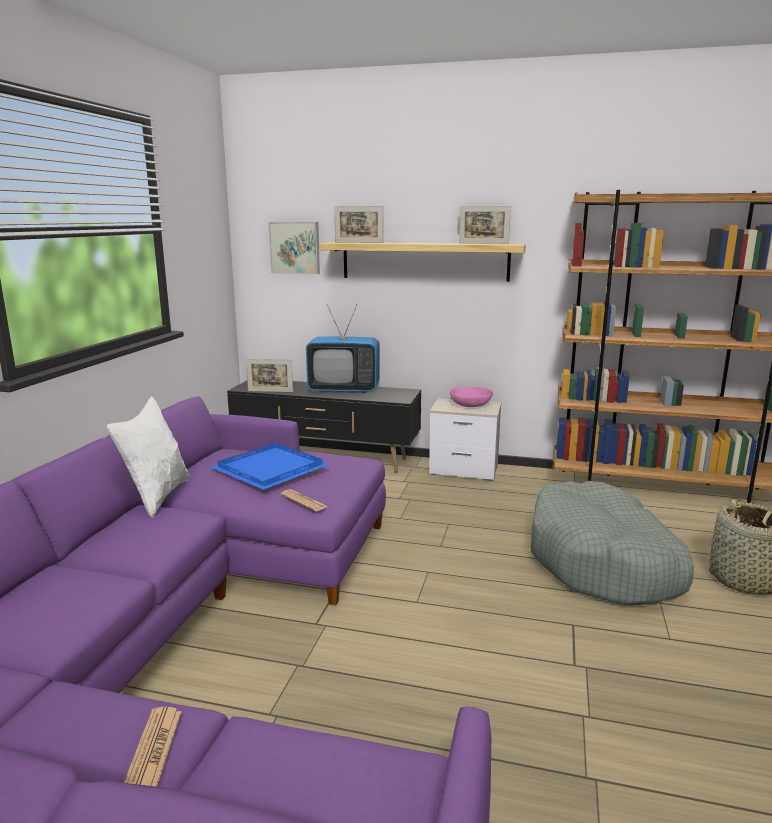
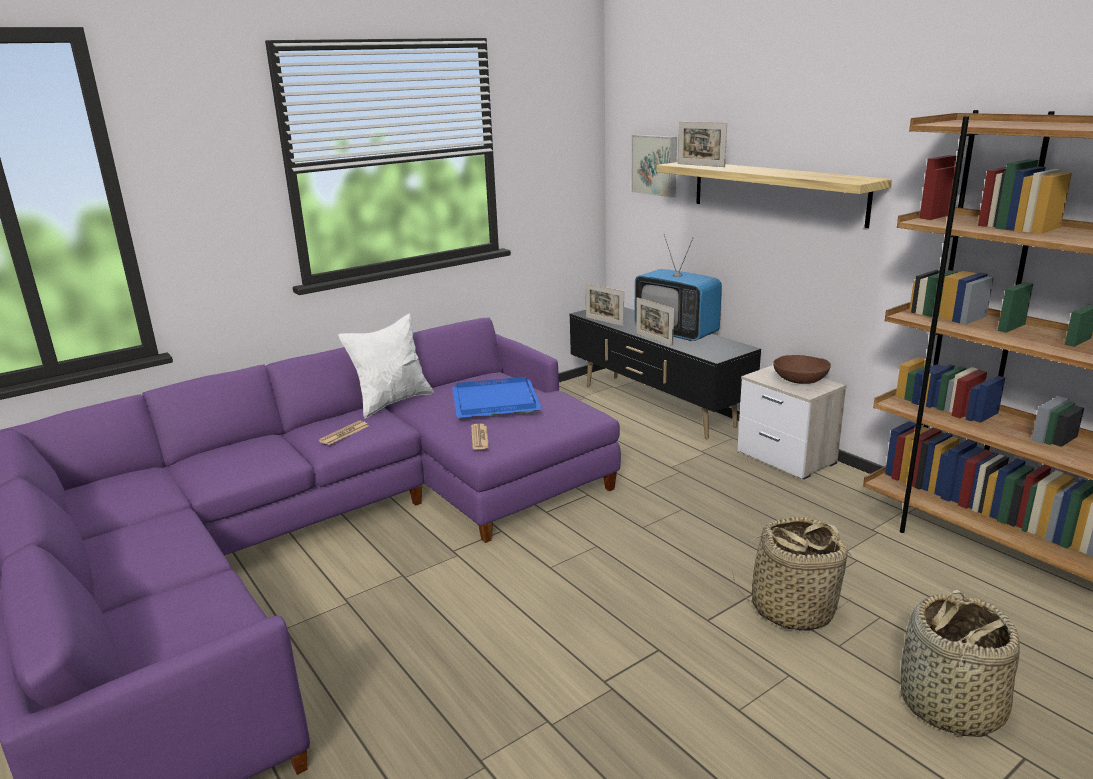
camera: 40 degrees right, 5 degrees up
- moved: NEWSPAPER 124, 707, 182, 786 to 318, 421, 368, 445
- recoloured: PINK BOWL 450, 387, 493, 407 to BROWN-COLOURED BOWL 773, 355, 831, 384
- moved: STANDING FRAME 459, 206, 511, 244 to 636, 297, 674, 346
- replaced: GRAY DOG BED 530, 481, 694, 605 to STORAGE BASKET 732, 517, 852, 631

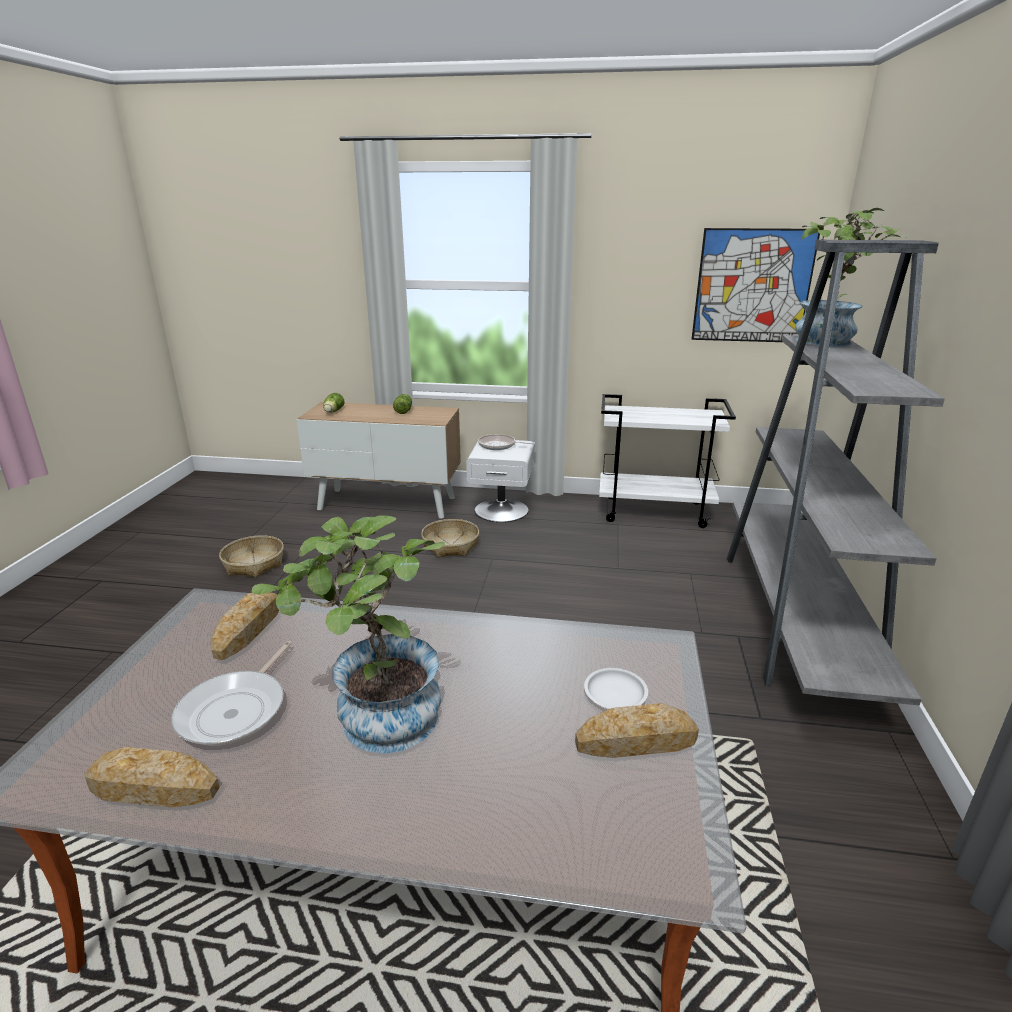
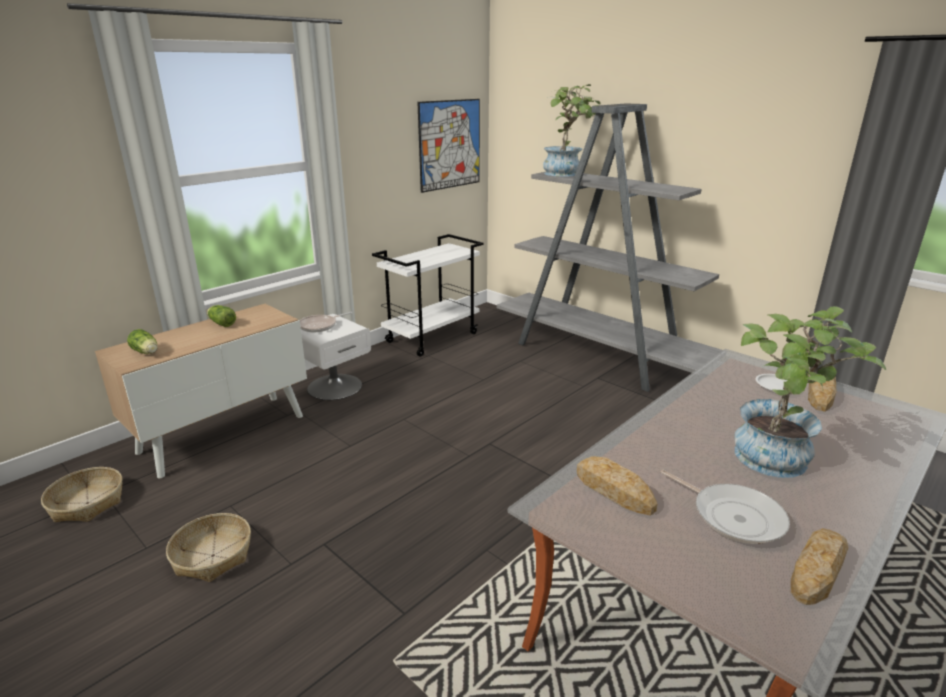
camera: 55 degrees left, 0 degrees up
- moved: STORAGE BASKET 421, 519, 479, 557 to 41, 467, 122, 522

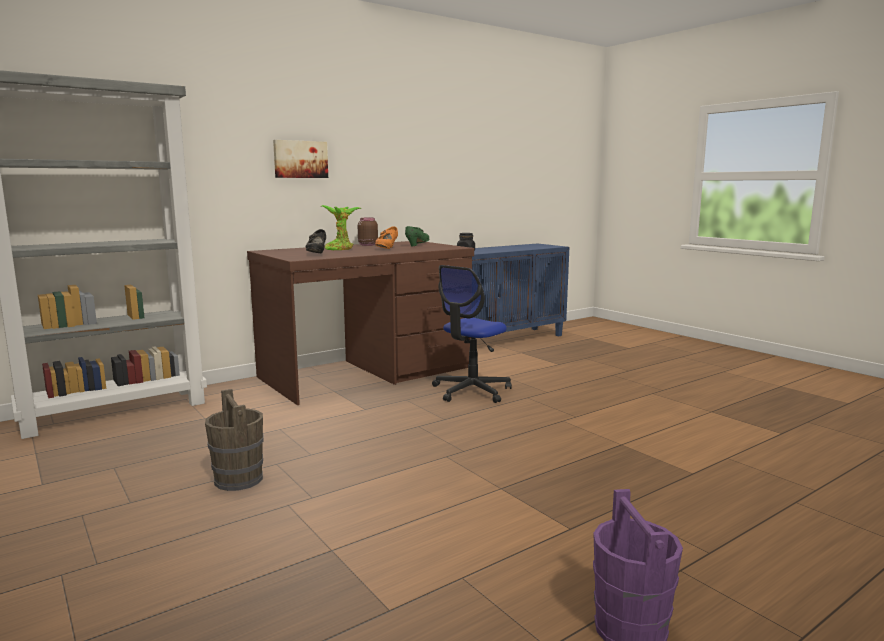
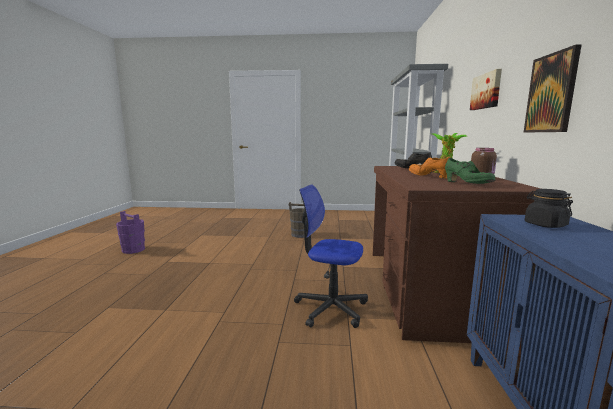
camera: 130 degrees right, 0 degrees up
- turned: OFFICE CHAIR 432, 265, 512, 403 = 294, 185, 368, 328 60 degrees counterclockwise
- added: PICTURE 524, 44, 582, 132

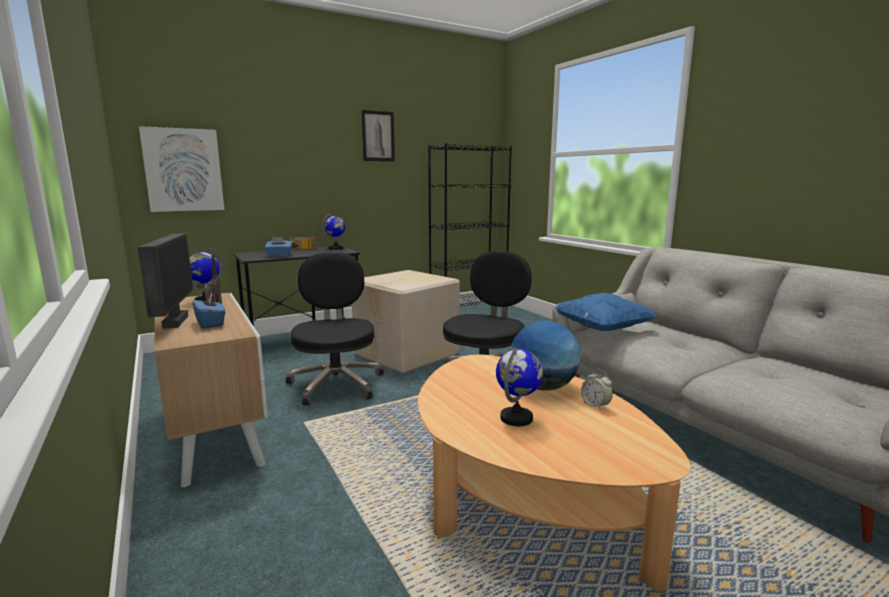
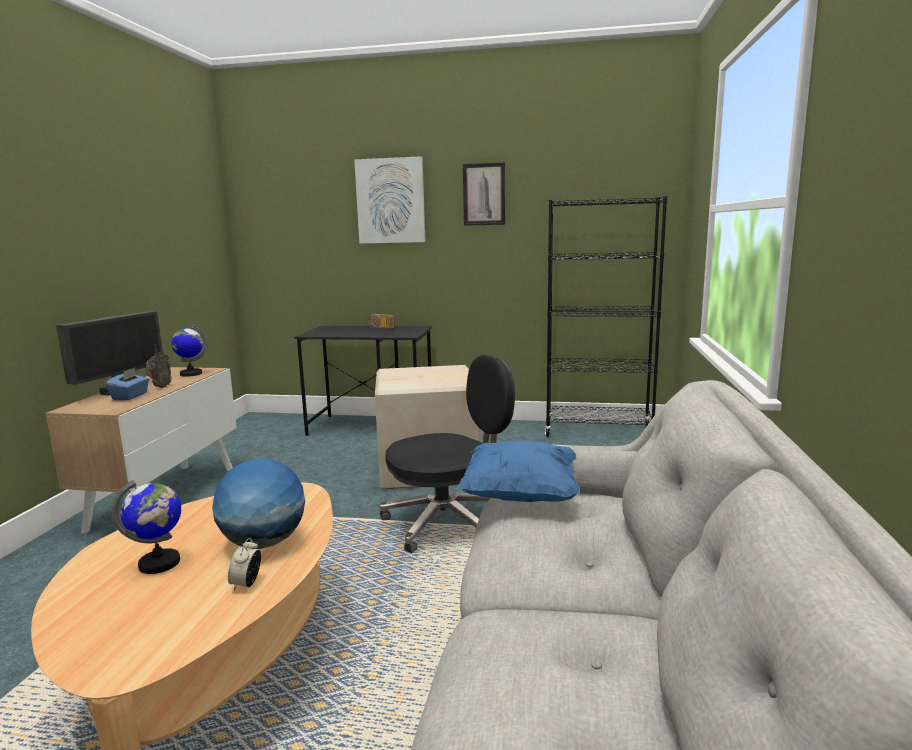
camera: 40 degrees right, 0 degrees up
- moved: PICTURE 139, 126, 224, 212 to 354, 156, 426, 244
- removed: BLUE BOX OF TISSUES 265, 237, 292, 257
- removed: BLACK-COLOURED OFFICE CHAIR 285, 252, 384, 405
- removed: DESK GLOBE 321, 214, 345, 250

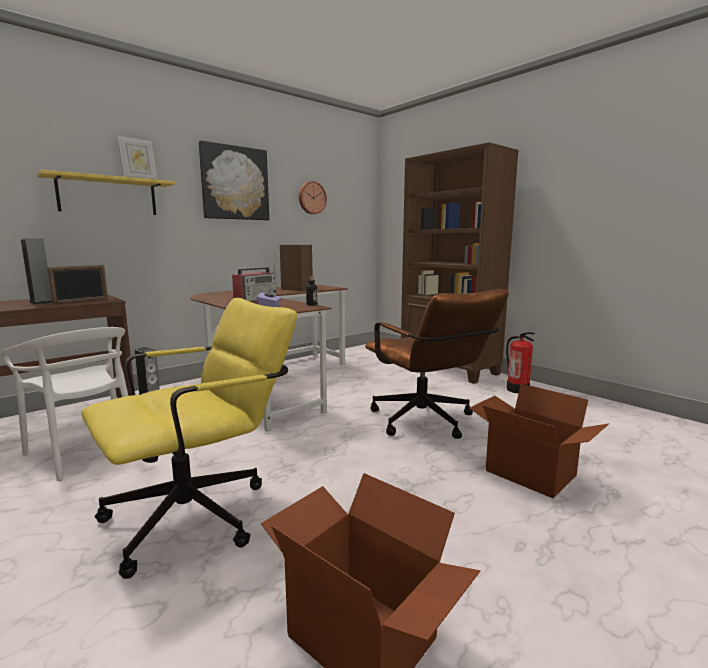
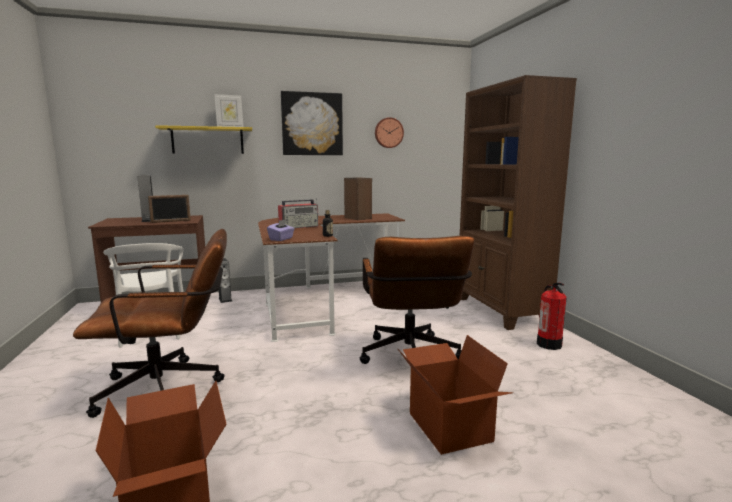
camera: 25 degrees right, 0 degrees up
- recoloured: YELLOW-COLOURED OFFICE CHAIR 81, 298, 297, 579 to BROWN-COLOURED OFFICE CHAIR 73, 229, 227, 418

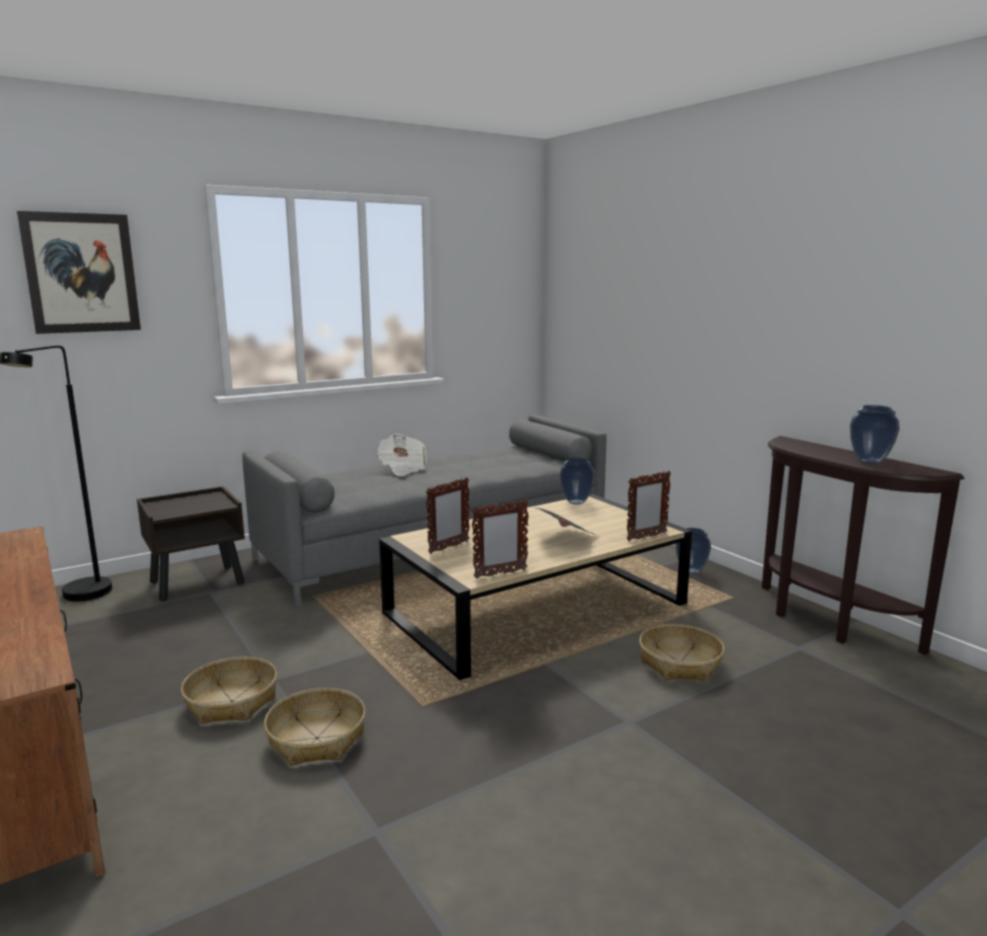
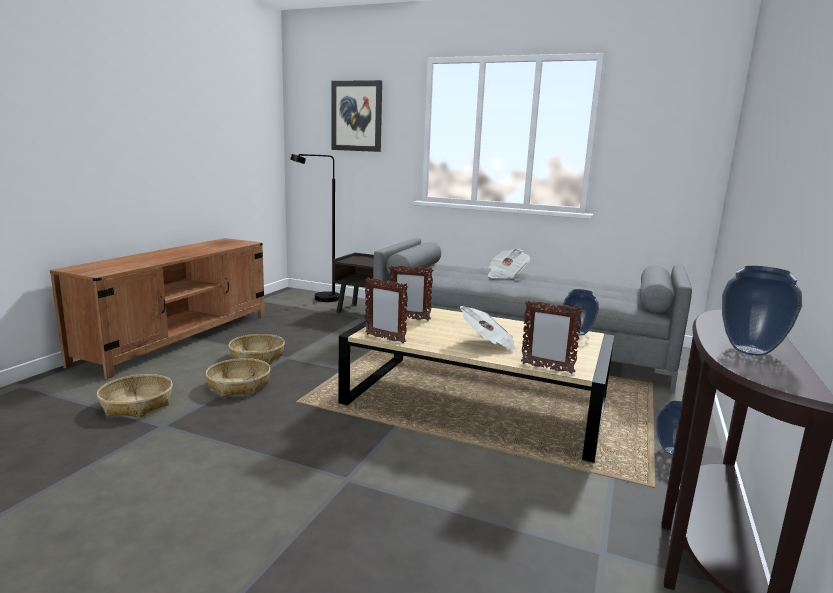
camera: 55 degrees right, 0 degrees up
- moved: STORAGE BASKET 639, 624, 725, 681 to 97, 374, 173, 418

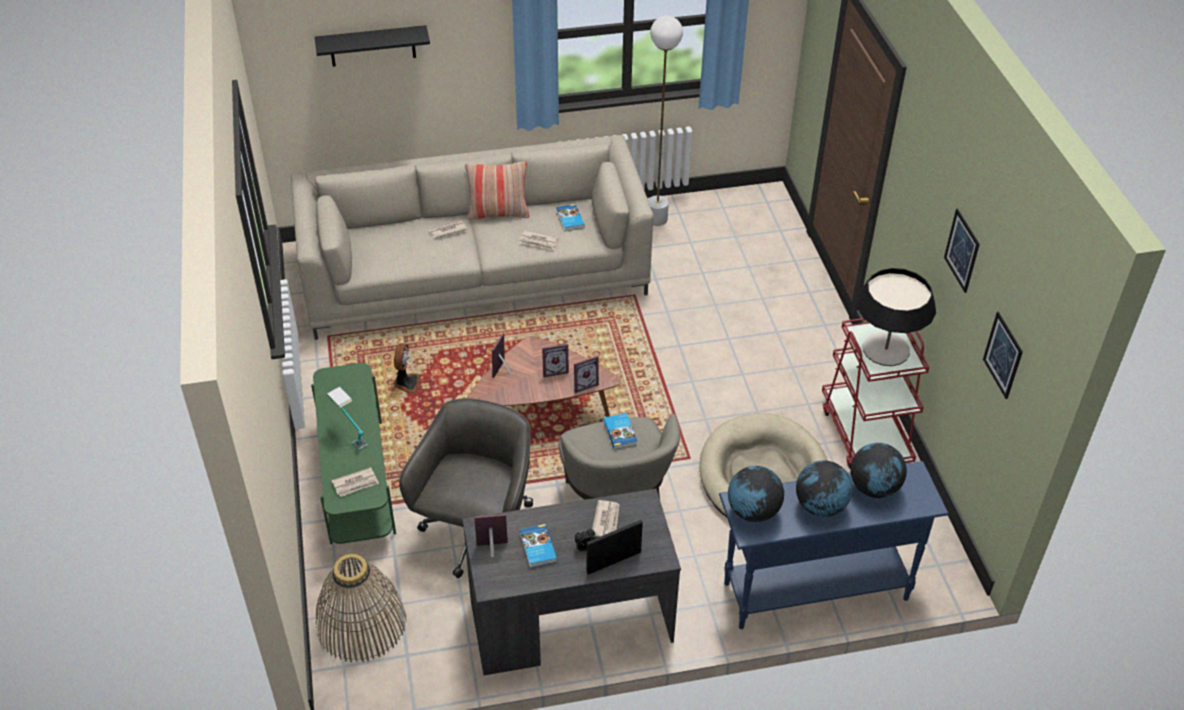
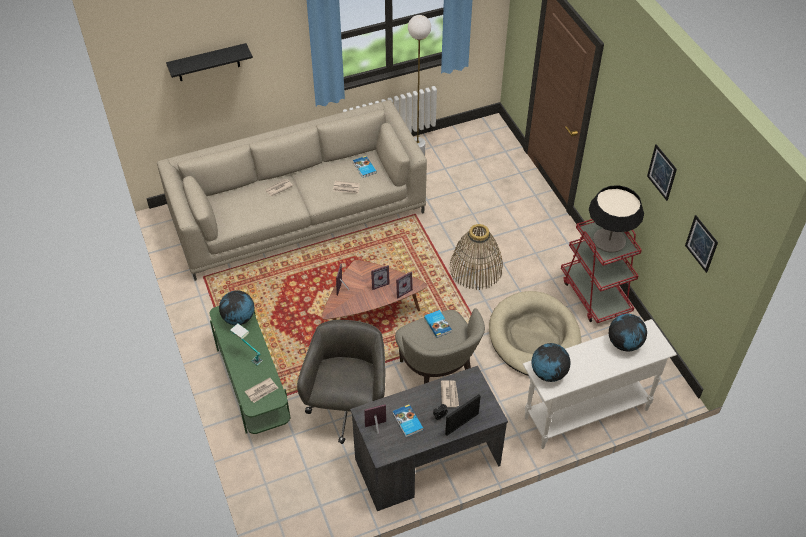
camera: 10 degrees left, 5 degrees up
- moved: STORAGE BASKET 316, 554, 407, 663 to 450, 224, 503, 290
- removed: FAN 394, 343, 421, 394
- removed: CUSHION 465, 161, 529, 220
- recoloured: BLUE CONSOLE TABLE 719, 461, 949, 629 to WHITE-COLOURED CONSOLE TABLE 523, 319, 677, 449
- moved: DESK GLOBE 796, 461, 853, 517 to 219, 291, 254, 325

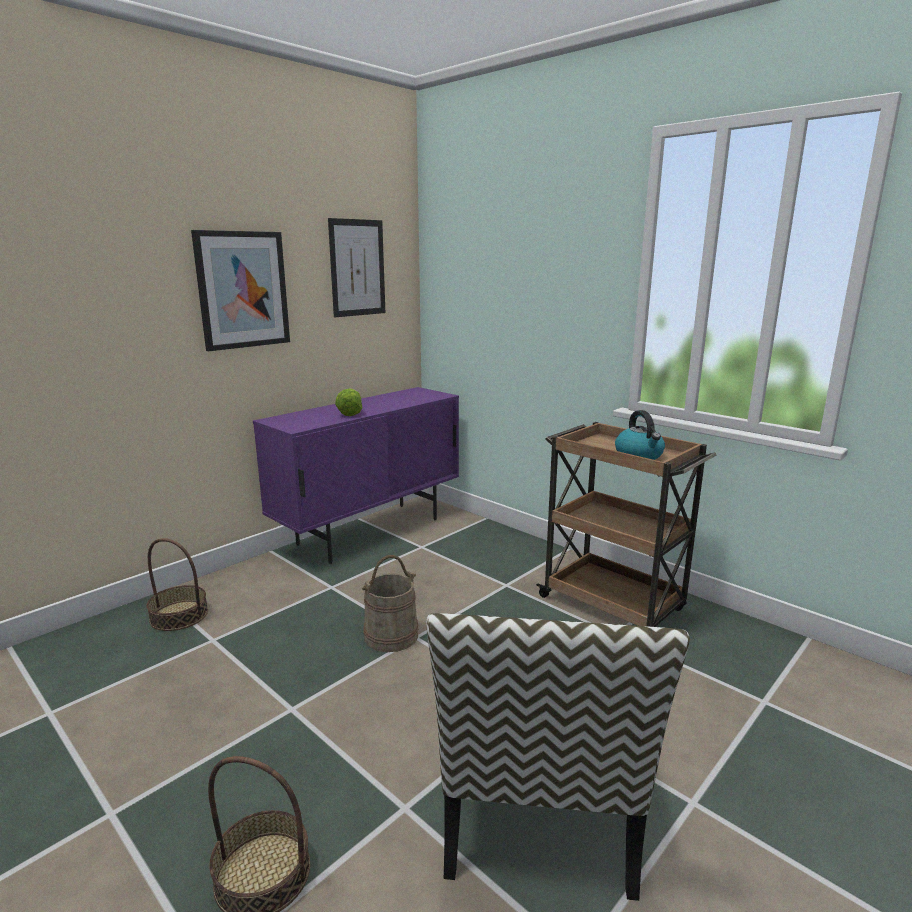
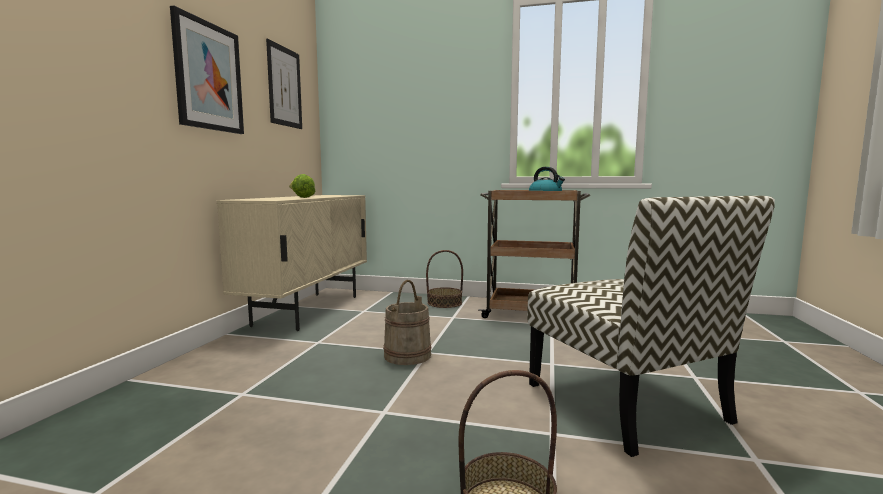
camera: 30 degrees left, 10 degrees down
- moved: STORAGE BASKET 147, 538, 208, 631 to 426, 250, 463, 308
- recoloured: PURPLE CUPBOARD 253, 387, 459, 564 to BEIGE CUPBOARD 217, 195, 367, 331

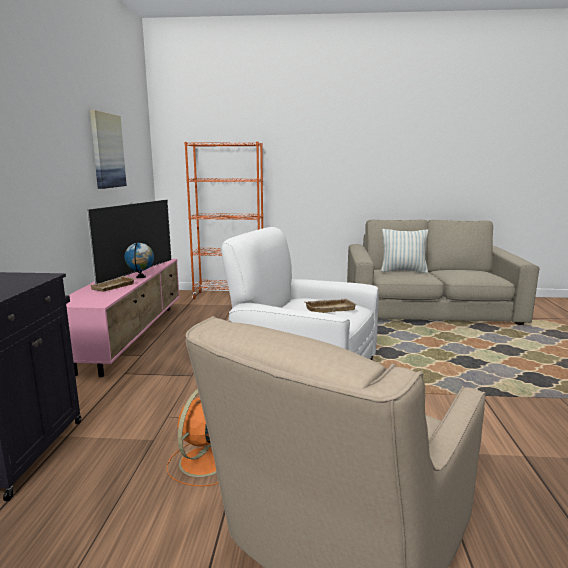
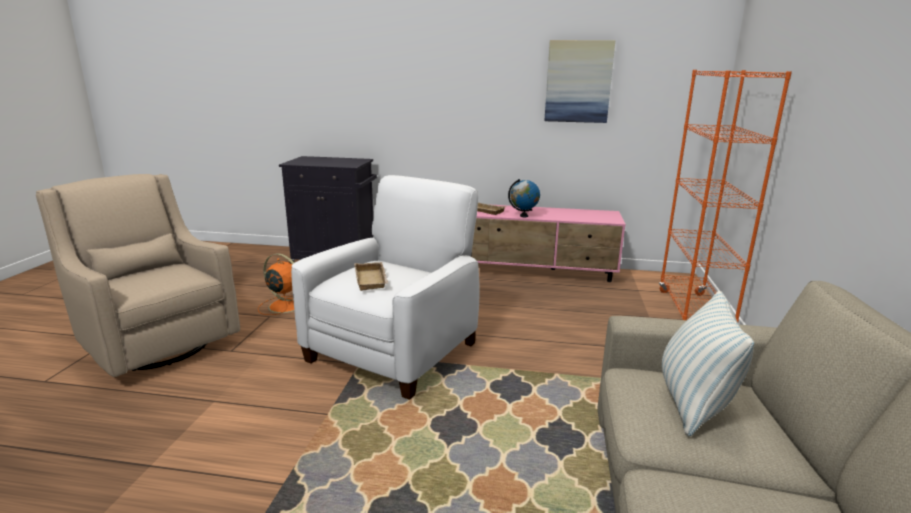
camera: 95 degrees right, 5 degrees up
- removed: TV 87, 200, 171, 284

